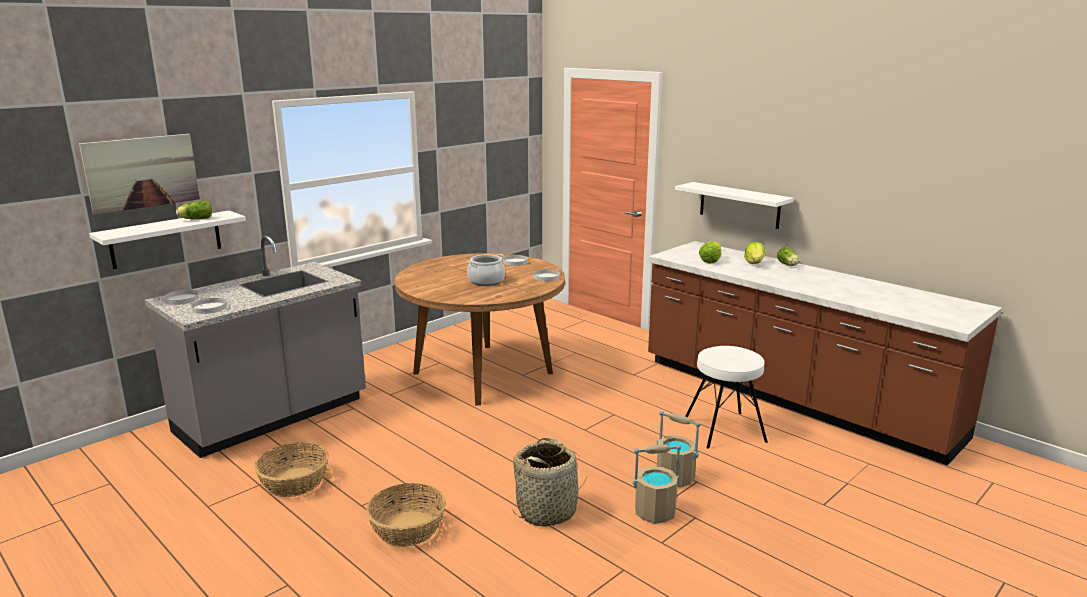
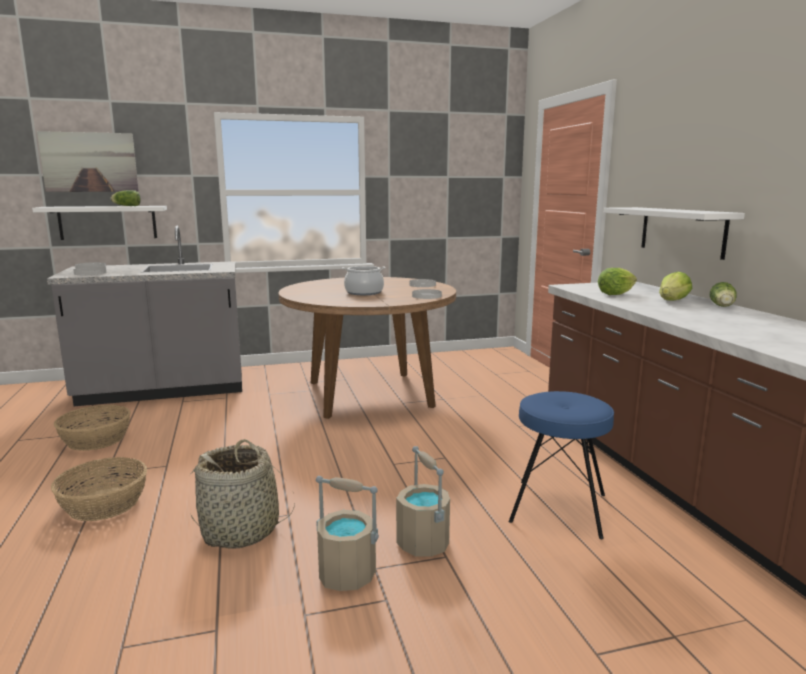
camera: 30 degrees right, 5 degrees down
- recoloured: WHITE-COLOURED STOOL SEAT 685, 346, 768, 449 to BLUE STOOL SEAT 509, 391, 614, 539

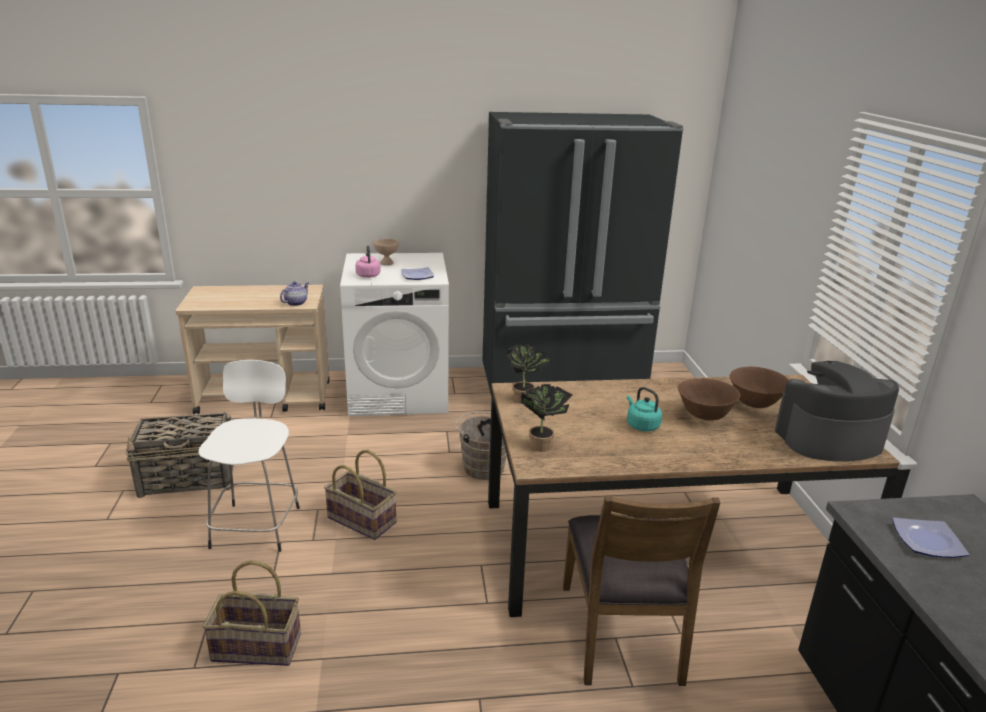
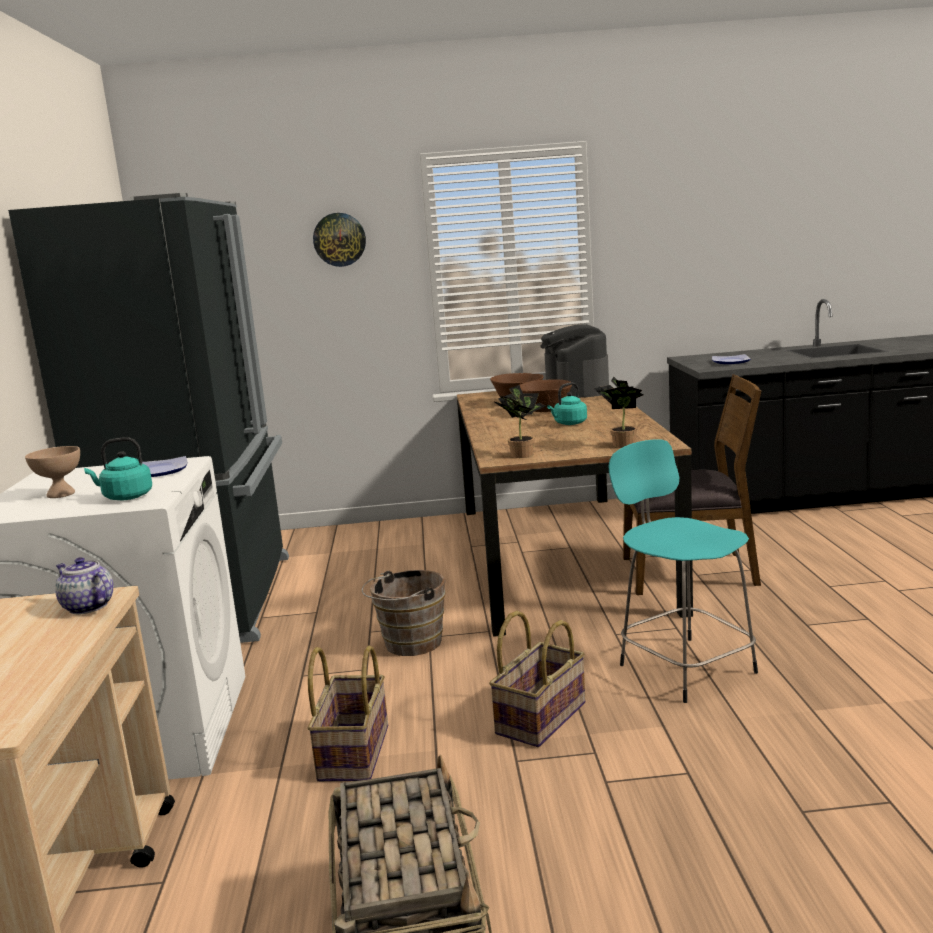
camera: 85 degrees left, 10 degrees down
- removed: WHITE-COLOURED STOOL SEAT 198, 360, 300, 552
- moved: STORAGE BASKET 203, 560, 301, 666 to 308, 645, 388, 782
- recoloured: PINK WATER KETTLE 355, 245, 381, 278 to TURQUOISE WATER KETTLE 84, 437, 152, 500
- added: HANGING CLOCK 313, 213, 366, 267
- added: TURQUOISE STOOL SEAT 608, 439, 758, 703

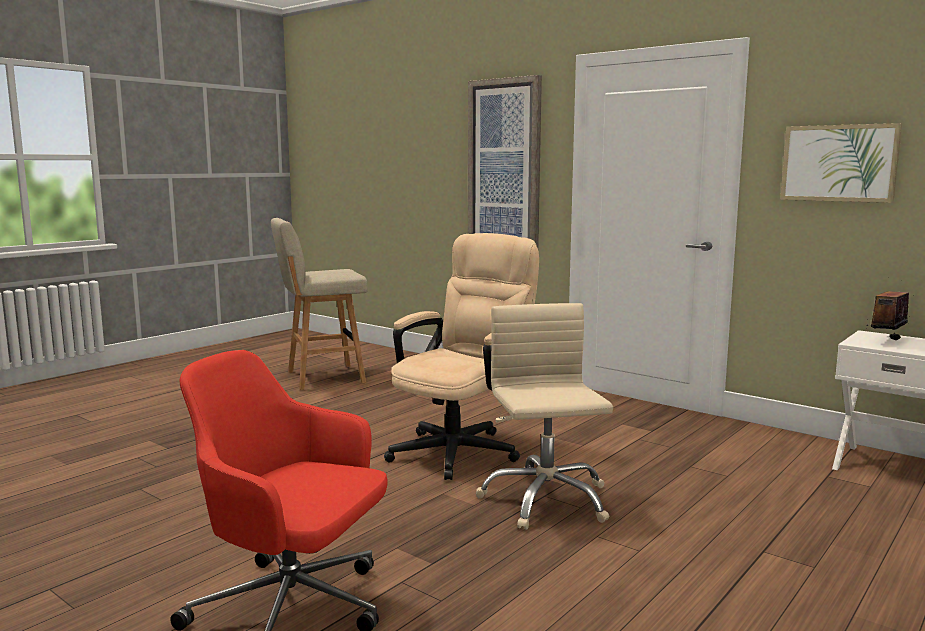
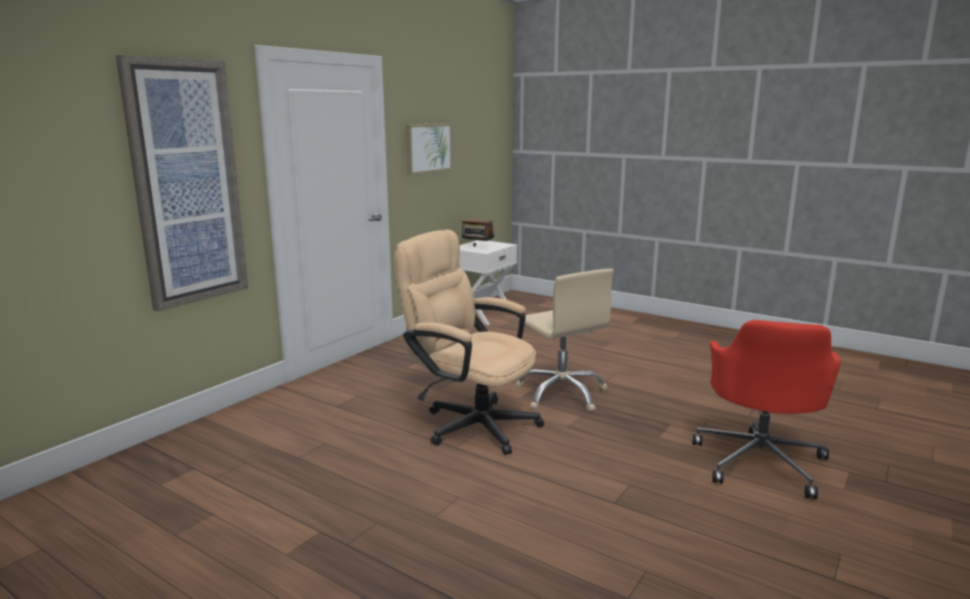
camera: 95 degrees left, 5 degrees up
- removed: BEIGE STOOL SEAT 271, 218, 368, 390
- turned: BEIGE OFFICE CHAIR 476, 303, 613, 530 = 515, 268, 614, 412 105 degrees counterclockwise

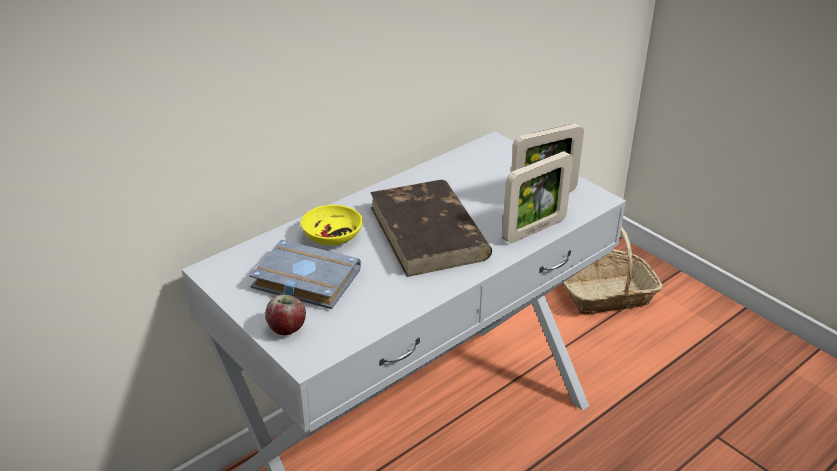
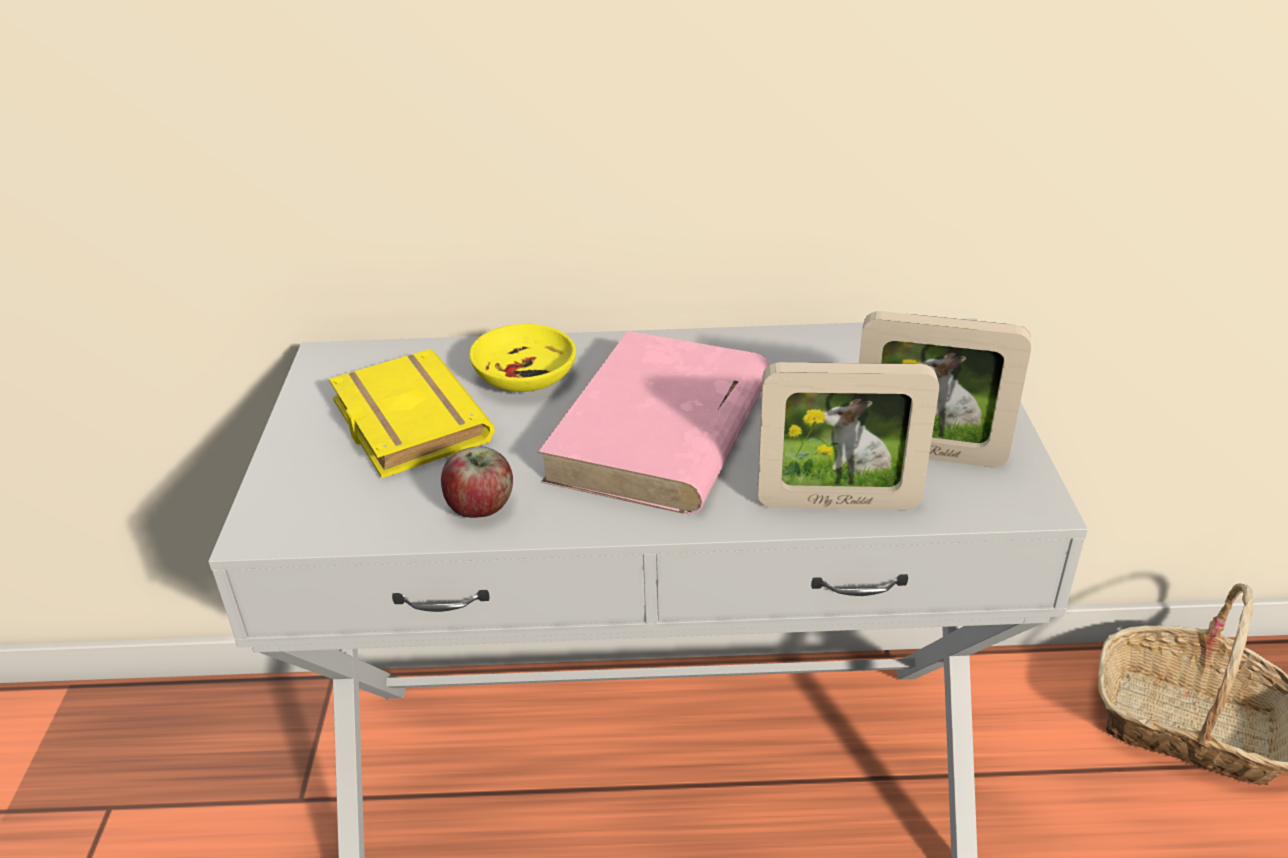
camera: 40 degrees right, 0 degrees up
- recoloured: GRAY BOUND BOOK 249, 240, 361, 309 to YELLOW-COLOURED BOUND BOOK 329, 349, 495, 478
- moved: WHOLE APPLE 265, 294, 306, 335 to 441, 446, 513, 518
- recoloured: BROWN-COLOURED BOUND BOOK 370, 180, 492, 277 to PINK BOUND BOOK 538, 331, 770, 514

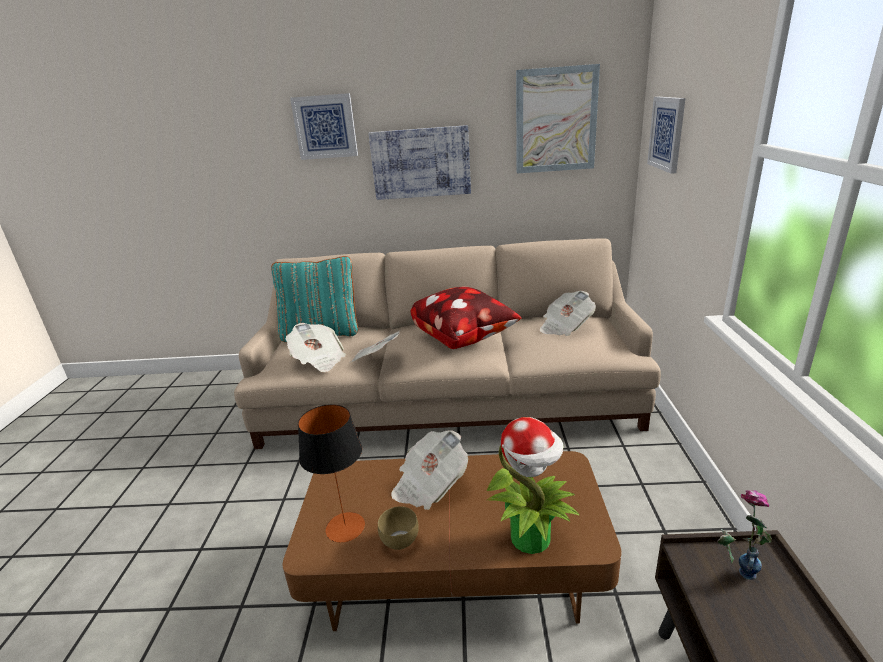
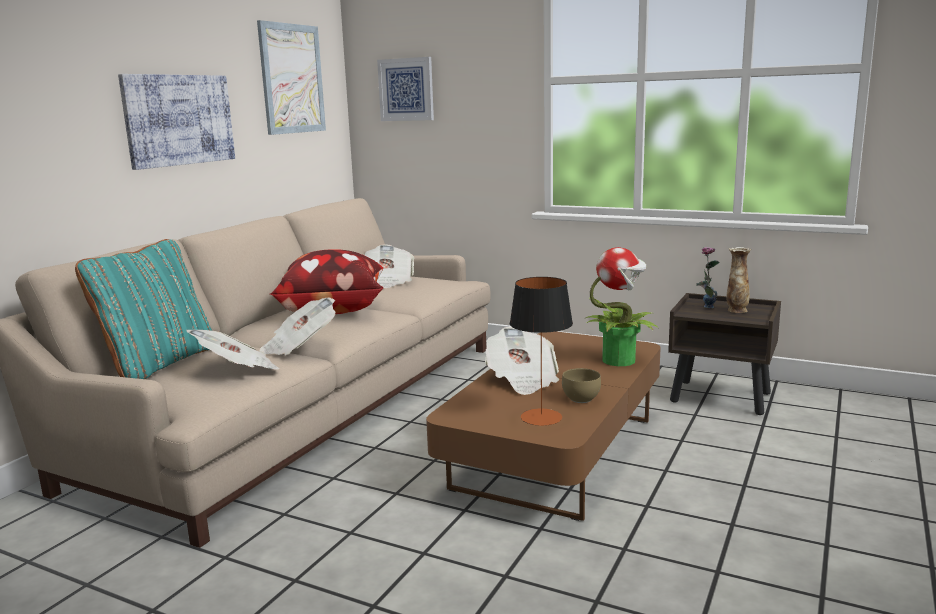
camera: 65 degrees left, 10 degrees down
- removed: PICTURE 290, 93, 358, 160
- added: DECORATIVE VASE 726, 247, 751, 313

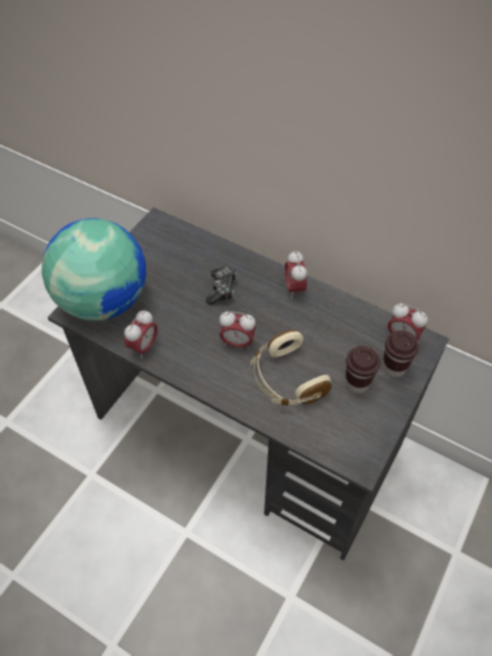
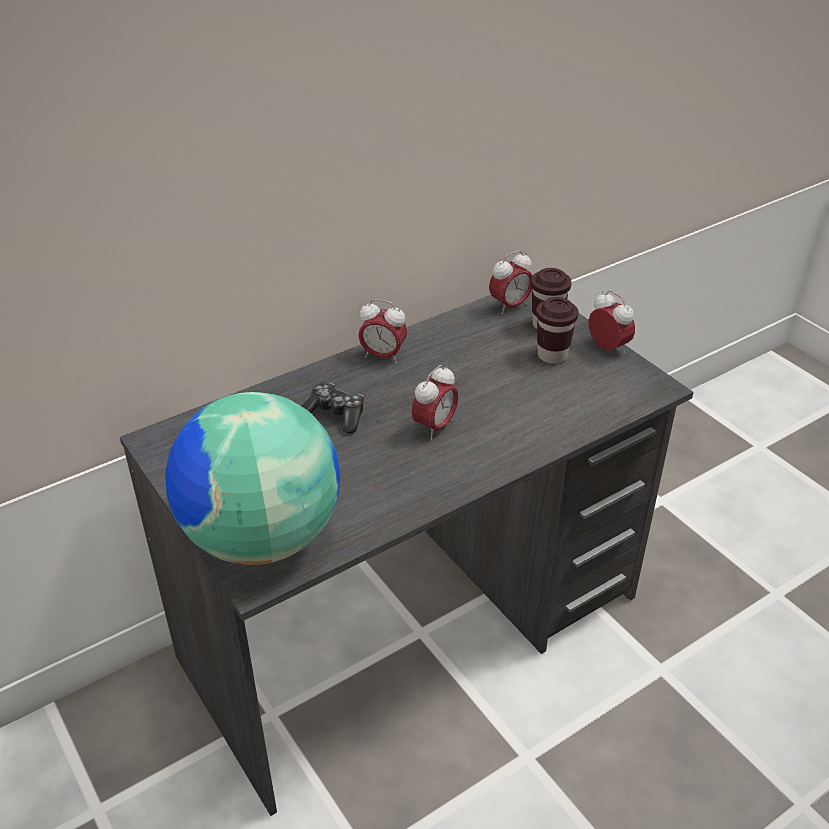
camera: 65 degrees left, 15 degrees down
- moved: ALARM CLOCK 124, 310, 158, 359 to 589, 290, 635, 354
- removed: BEIGE HEADSET 250, 329, 332, 405

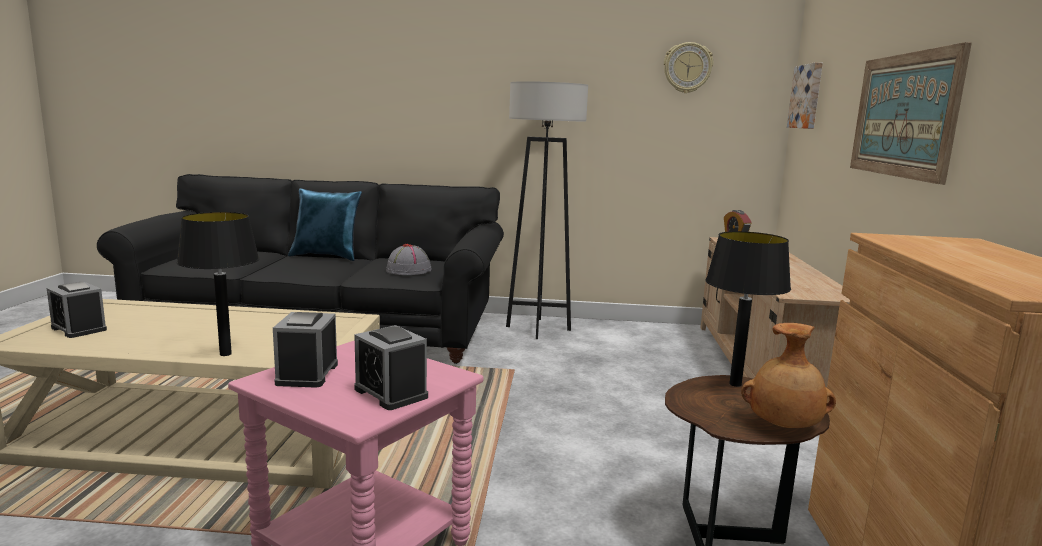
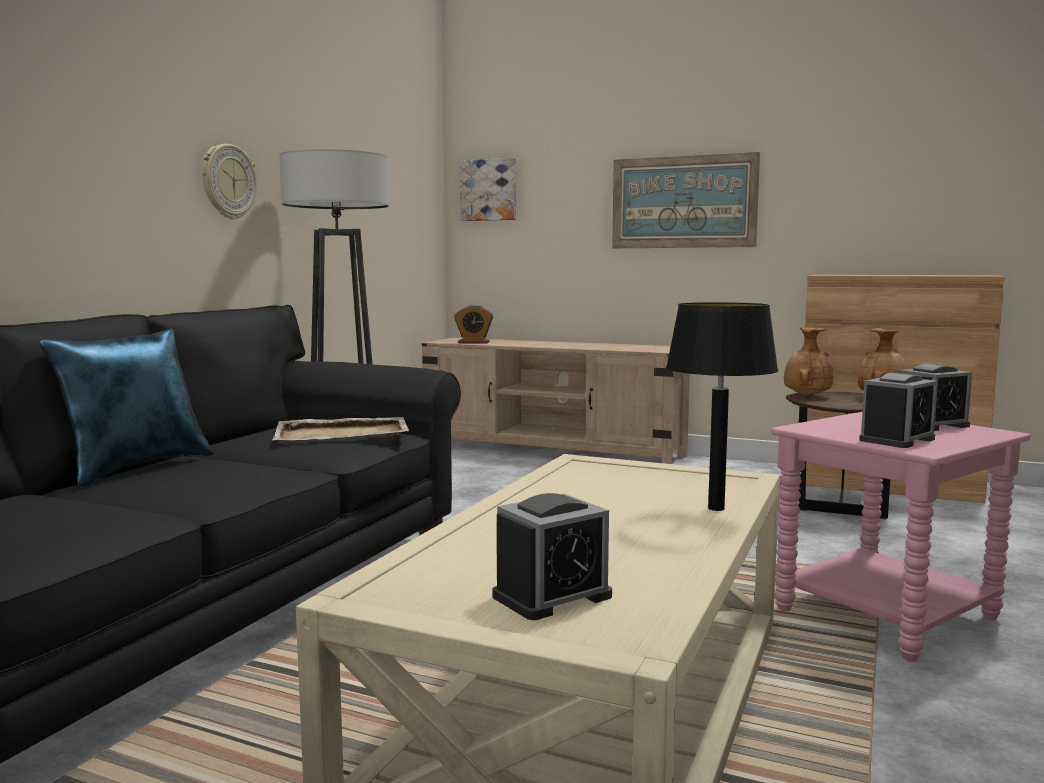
camera: 70 degrees left, 5 degrees down
- turned: ALARM CLOCK 273, 312, 338, 388 = 859, 373, 938, 448 60 degrees counterclockwise
- replaced: GRAY HAT 386, 244, 432, 275 to BEIGE TRAY 272, 417, 409, 441
- moved: HANGING CLOCK 664, 42, 713, 93 to 202, 144, 257, 220
- replaced: BLACK-COLOURED TABLETOP LAMP 705, 231, 791, 387 to BROWN-COLOURED DECORATIVE VASE 784, 327, 833, 397

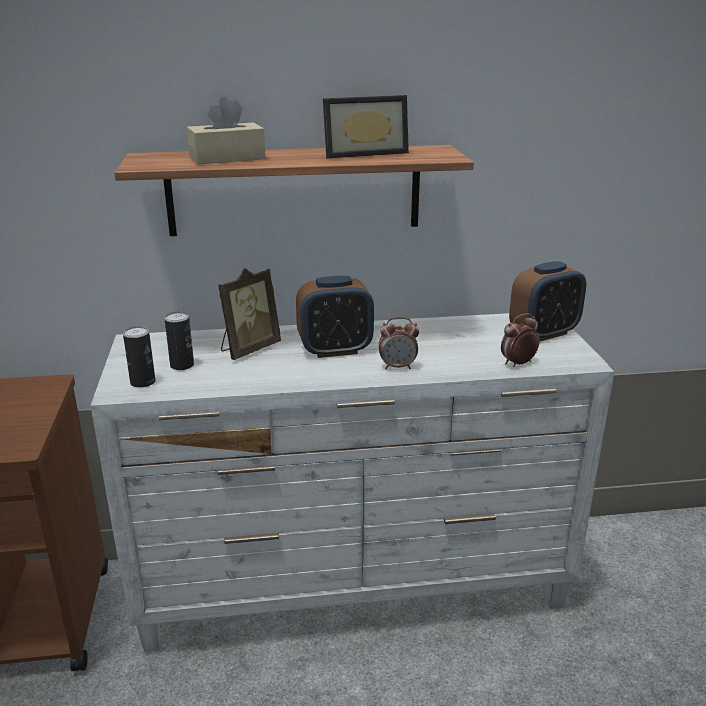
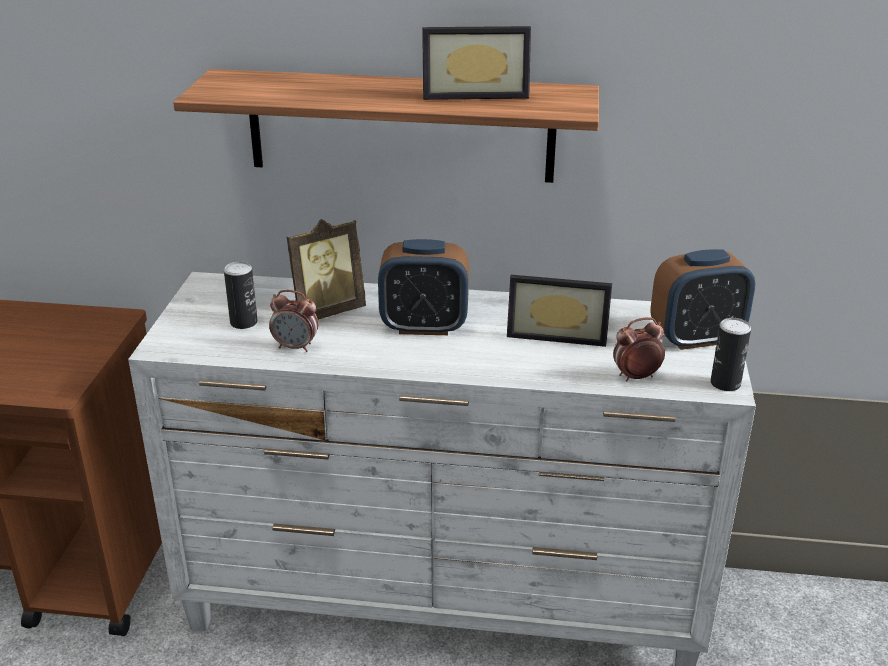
camera: 15 degrees right, 5 degrees up
- moved: SEALED CAN 123, 326, 155, 388 to 710, 318, 751, 391
- removed: BEIGE BOX OF TISSUES 187, 96, 265, 165
- moved: ALARM CLOCK 379, 317, 419, 369 to 269, 290, 318, 352
- added: STANDING FRAME 507, 275, 612, 347

